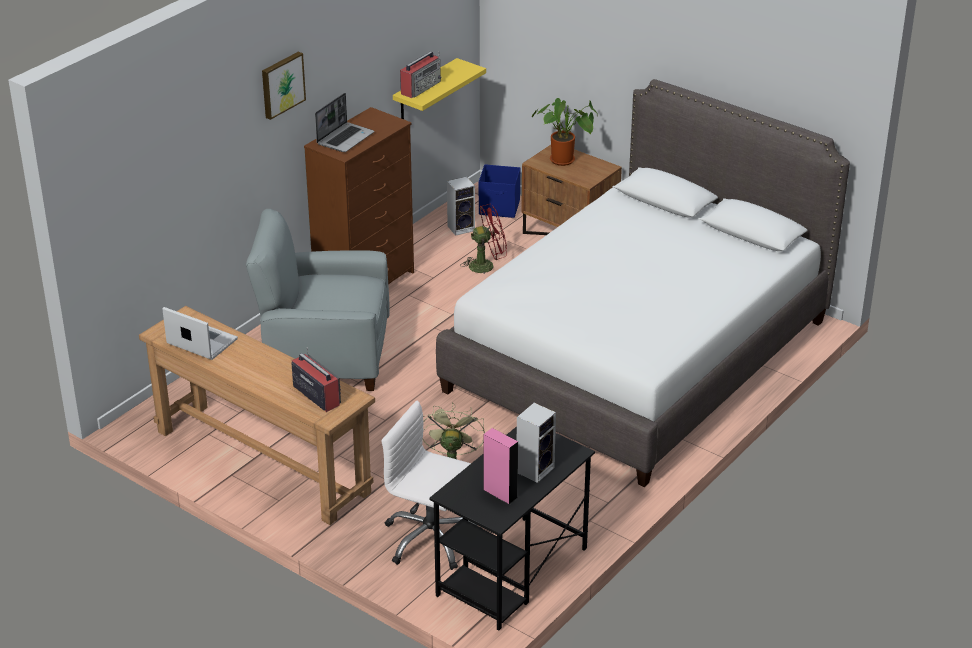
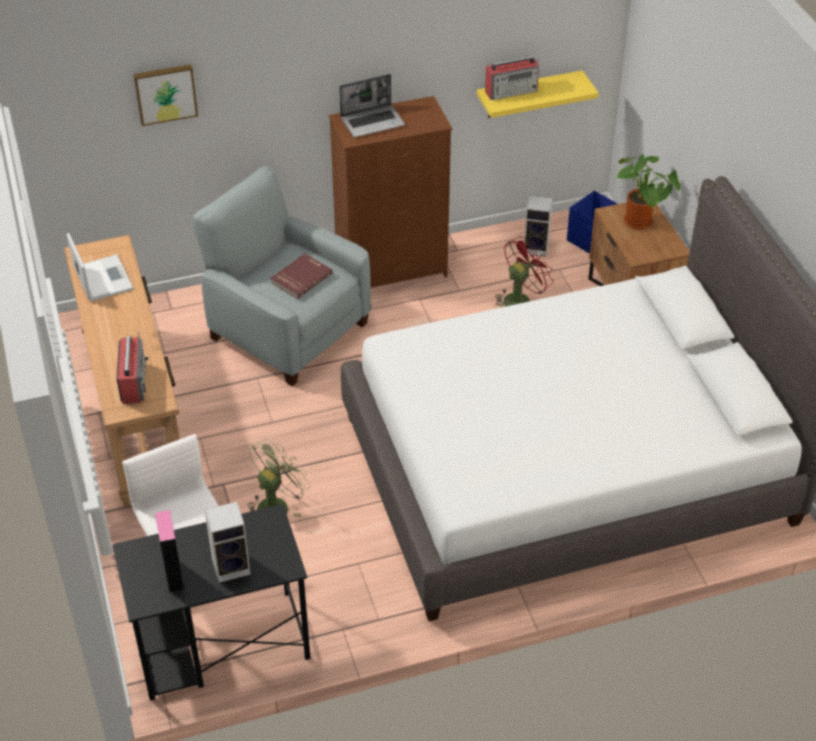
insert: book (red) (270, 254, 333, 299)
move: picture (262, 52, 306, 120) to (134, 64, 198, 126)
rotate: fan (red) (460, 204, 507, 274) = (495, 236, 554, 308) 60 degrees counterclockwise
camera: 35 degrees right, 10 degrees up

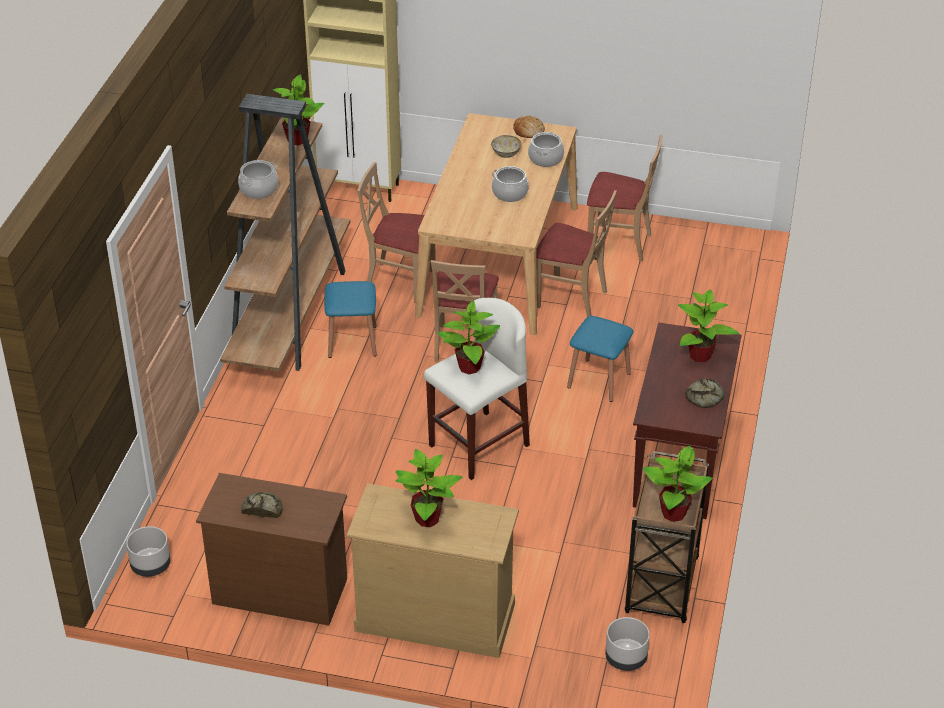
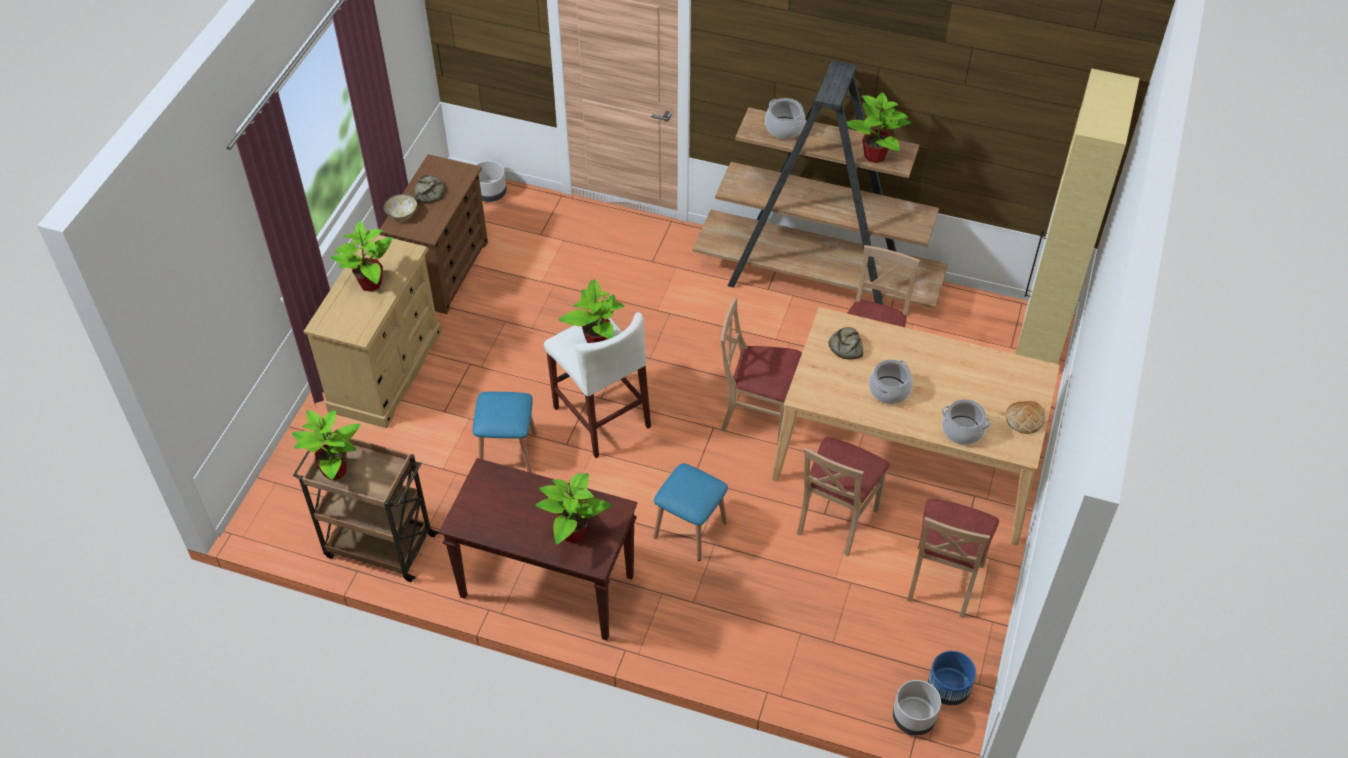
insert: planter (blue) (928, 651, 976, 705)
move: stool (blue) (324, 281, 377, 358) to (473, 392, 537, 473); bowl (491, 135, 522, 158) to (383, 194, 417, 221); planter (grey) (605, 617, 650, 671) to (893, 680, 941, 735); bread (685, 378, 724, 408) to (828, 327, 864, 360)
camera: 95 degrees right, 10 degrees up

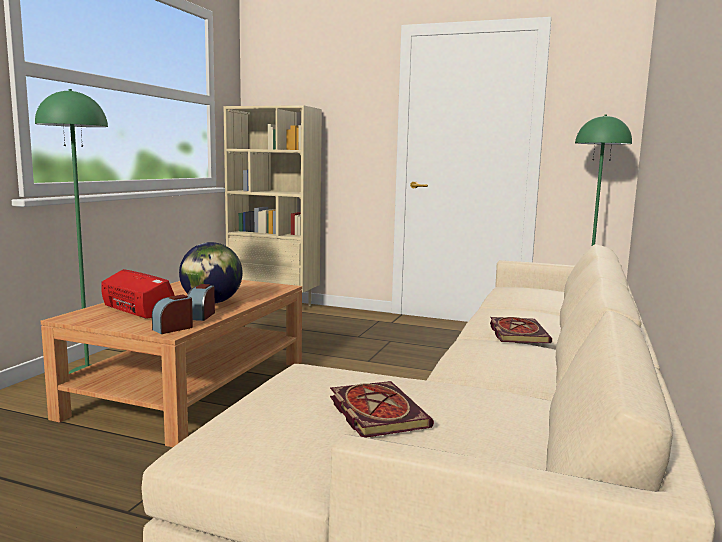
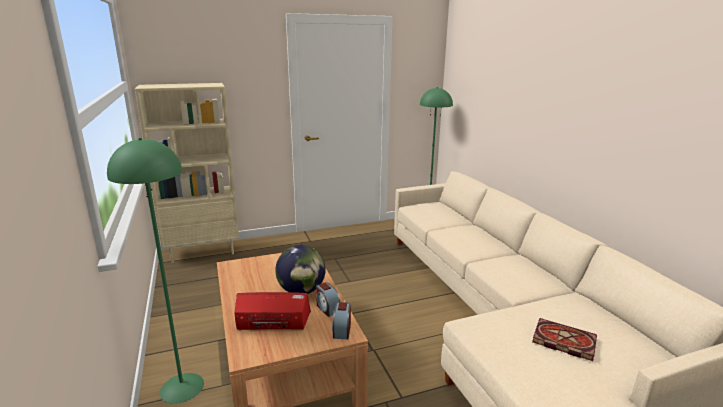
delete: book (490, 317, 552, 343)
camera: 40 degrees left, 10 degrees up

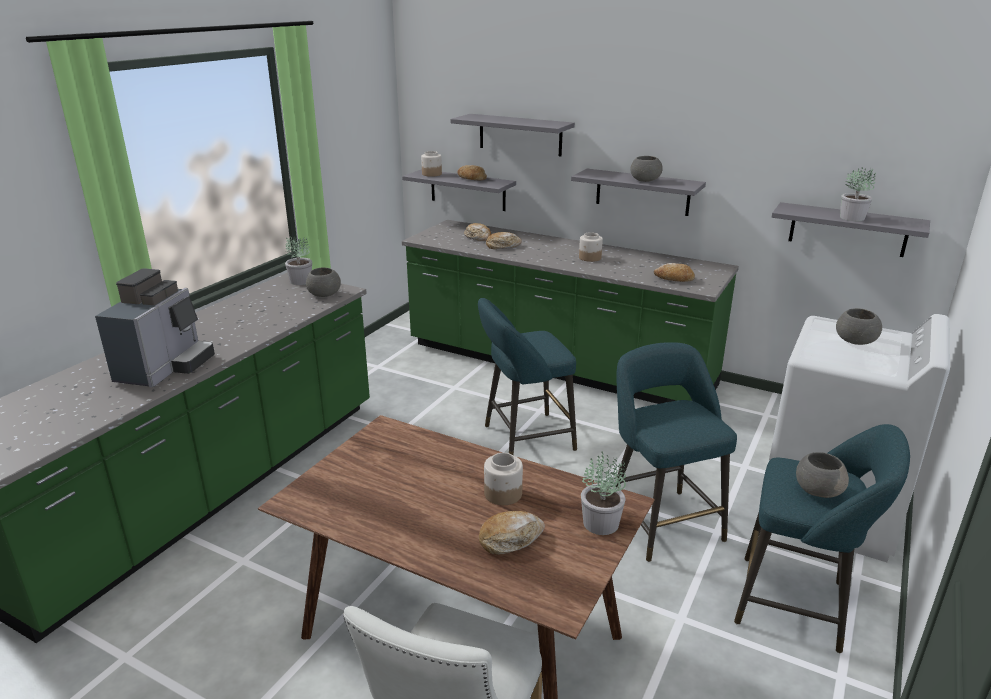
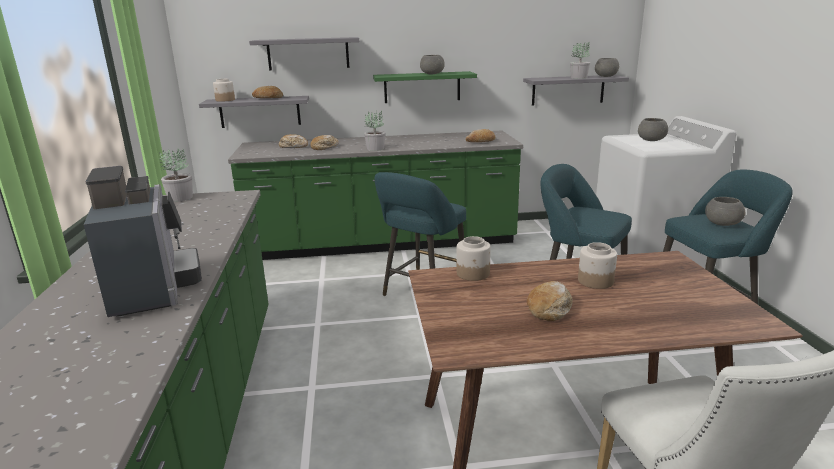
move: bowl (grey) (306, 267, 341, 297) to (595, 58, 619, 77); bread (479, 511, 545, 555) to (527, 281, 573, 321); jar (579, 232, 603, 262) to (457, 236, 491, 281); potted plant (581, 452, 626, 535) to (364, 111, 385, 151)
recolor: shelf (grey) (571, 169, 706, 216) to shelf (green) (373, 71, 477, 103)
camera: 35 degrees left, 5 degrees down

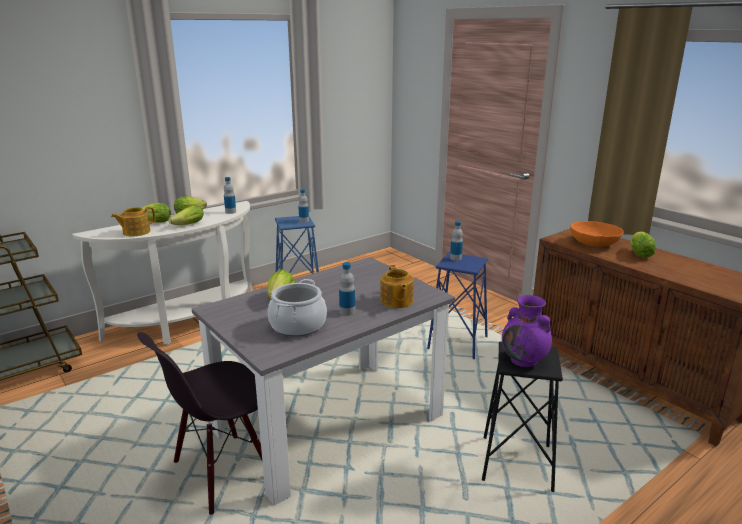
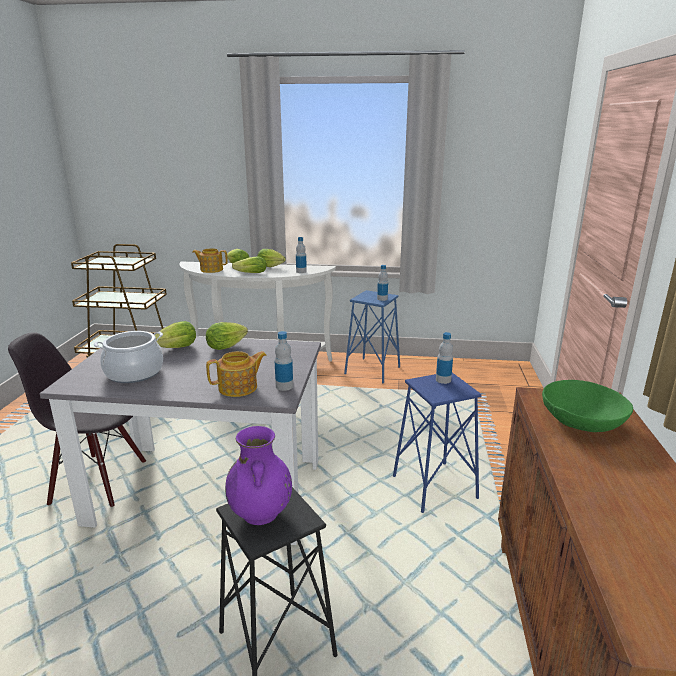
move: bottle (339, 262, 355, 316) to (275, 331, 293, 391); lettuce (630, 232, 656, 258) to (206, 322, 248, 350)
recolor: bowl (orange) (570, 221, 624, 247) to bowl (green) (542, 380, 633, 432)
rotate: teapot (380, 265, 414, 308) = (206, 351, 267, 397) 150 degrees counterclockwise
camera: 45 degrees right, 0 degrees up

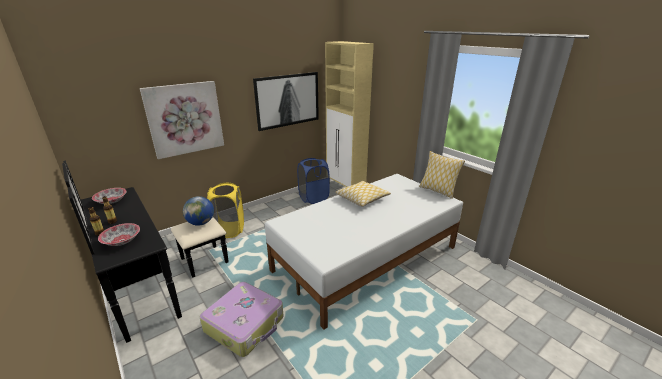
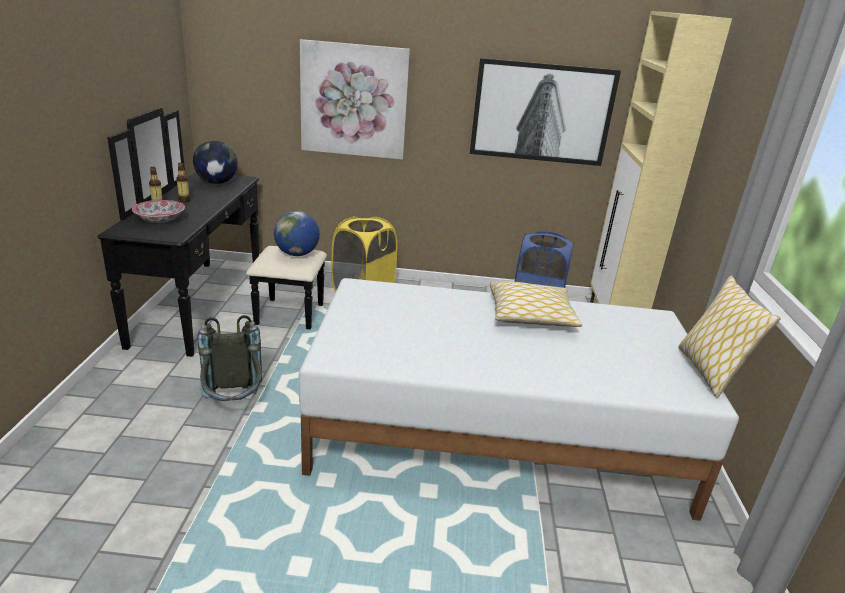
replace: bowl (92, 188, 127, 204) to globe (193, 140, 238, 184); suitcase (200, 282, 284, 357) to backpack (grey) (198, 315, 262, 401)
camera: 40 degrees right, 0 degrees up

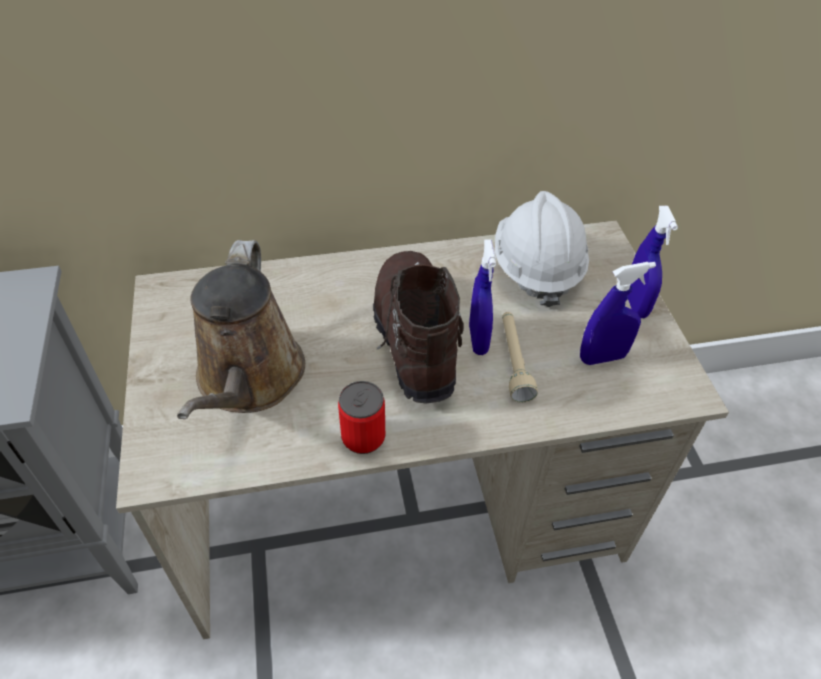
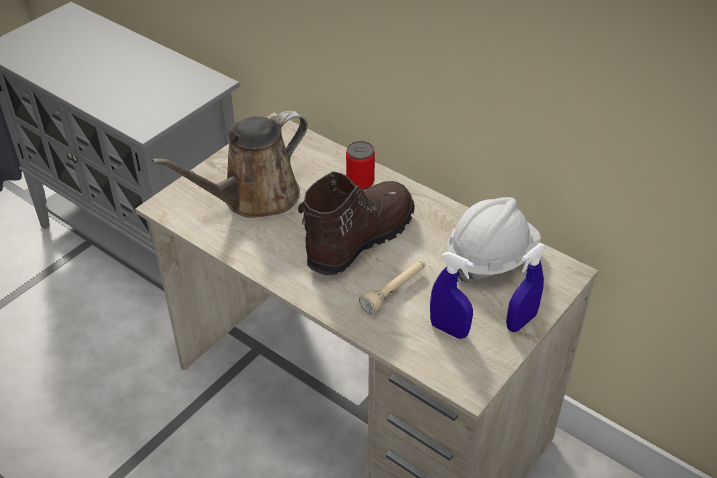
delete: spray bottle (blue) (469, 239, 496, 355)
move: can (338, 381, 385, 454) to (346, 141, 375, 190)
camera: 50 degrees right, 5 degrees down

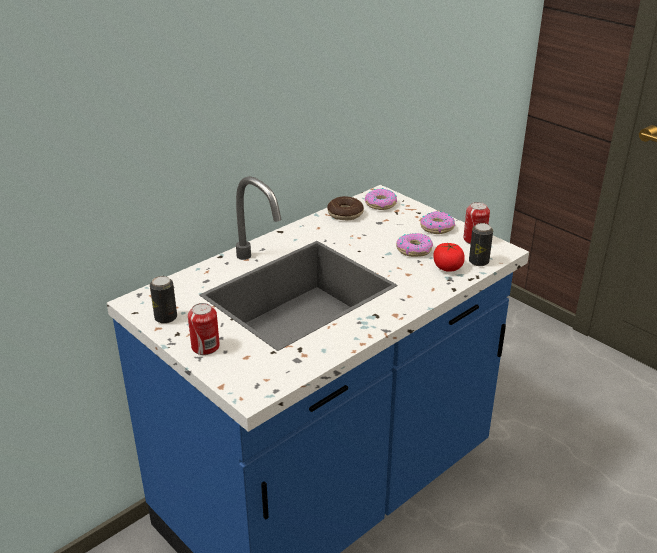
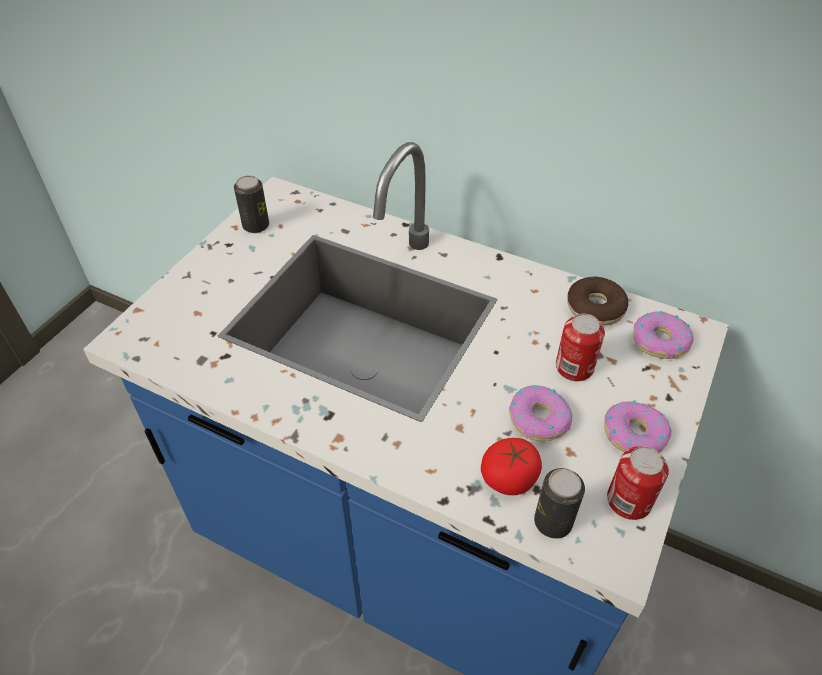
move: can (188, 303, 220, 355) to (556, 314, 605, 381)
camera: 70 degrees right, 15 degrees up

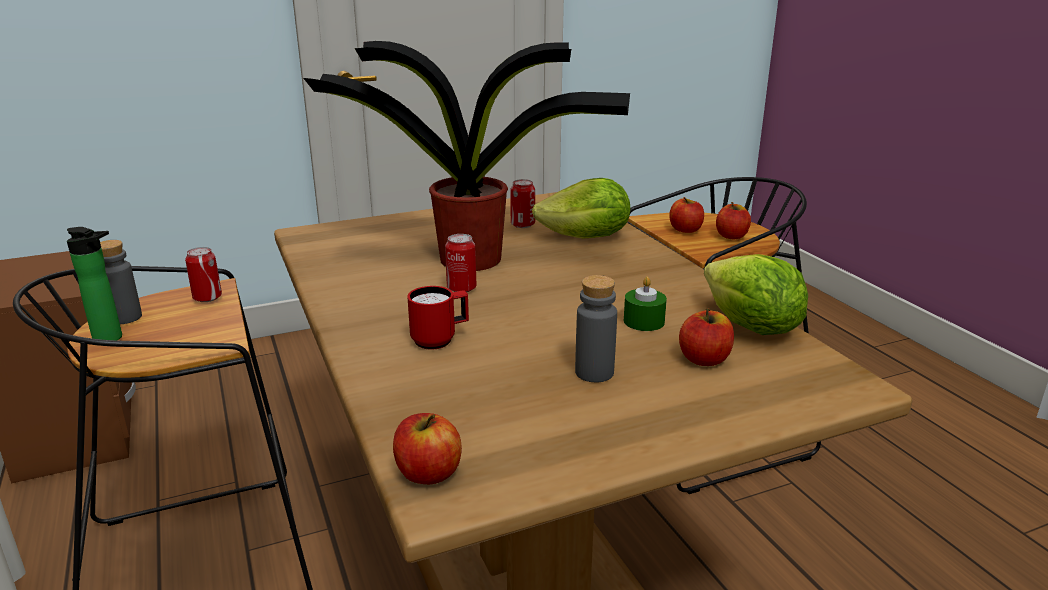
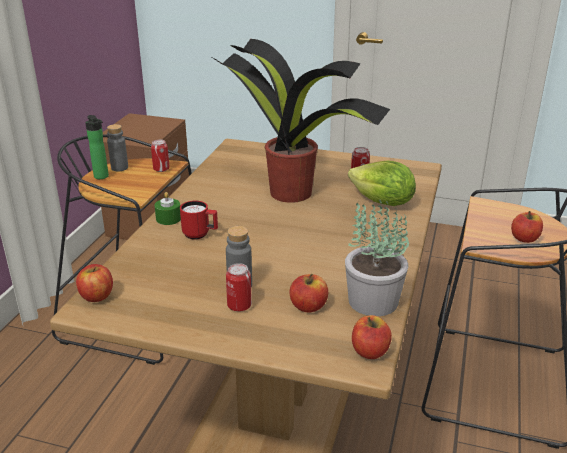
move: can (445, 234, 477, 292) to (226, 263, 252, 312); candle (green) (624, 277, 667, 331) to (154, 192, 181, 225); apple (669, 197, 704, 233) to (352, 315, 392, 359)
replace: lettuce (704, 254, 808, 335) to potted plant (345, 200, 409, 316)
camera: 40 degrees right, 5 degrees up

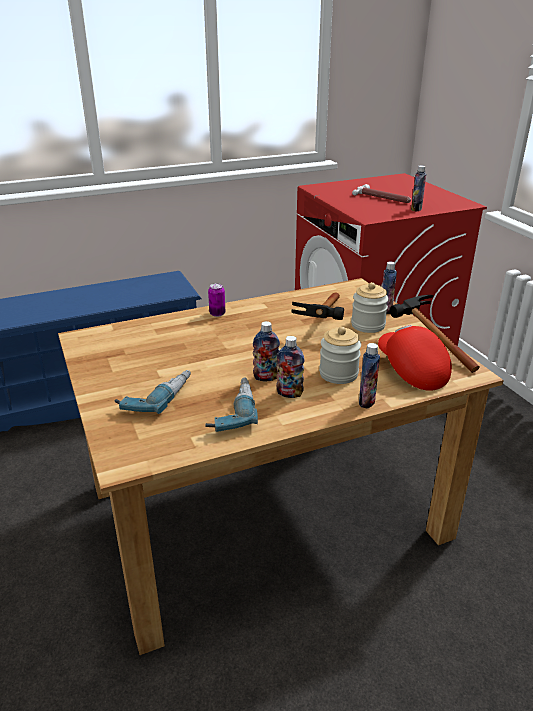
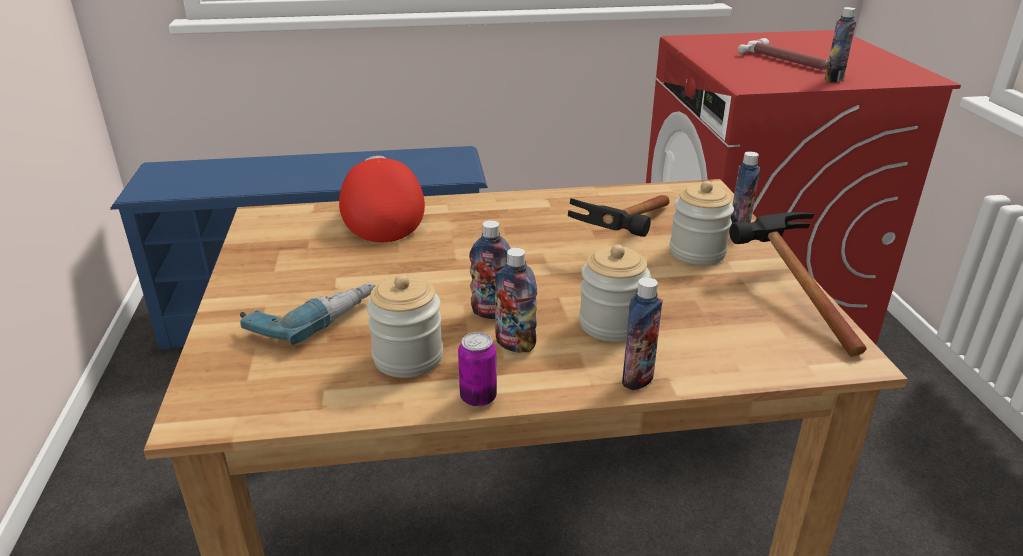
move: can (208, 283, 225, 317) to (458, 332, 497, 407); cap (red) (378, 325, 452, 391) to (339, 156, 425, 242)
replace: power drill (205, 378, 258, 432) to jar (367, 274, 443, 378)
camera: 15 degrees right, 0 degrees up

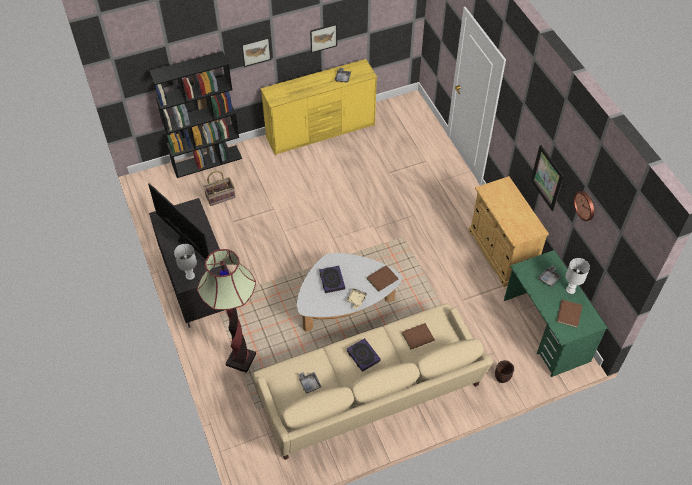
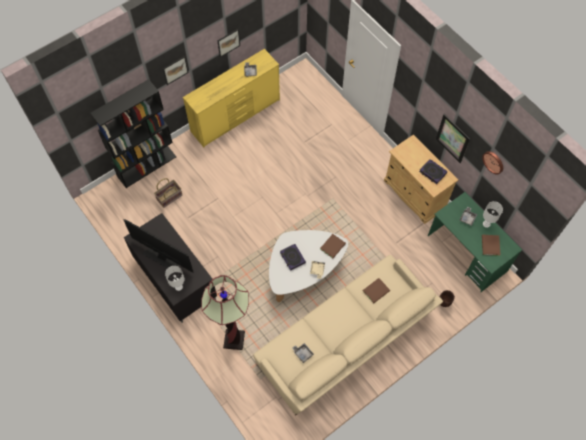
move: book (347, 338, 381, 372) to (419, 159, 448, 184)
camera: 15 degrees left, 10 degrees up

